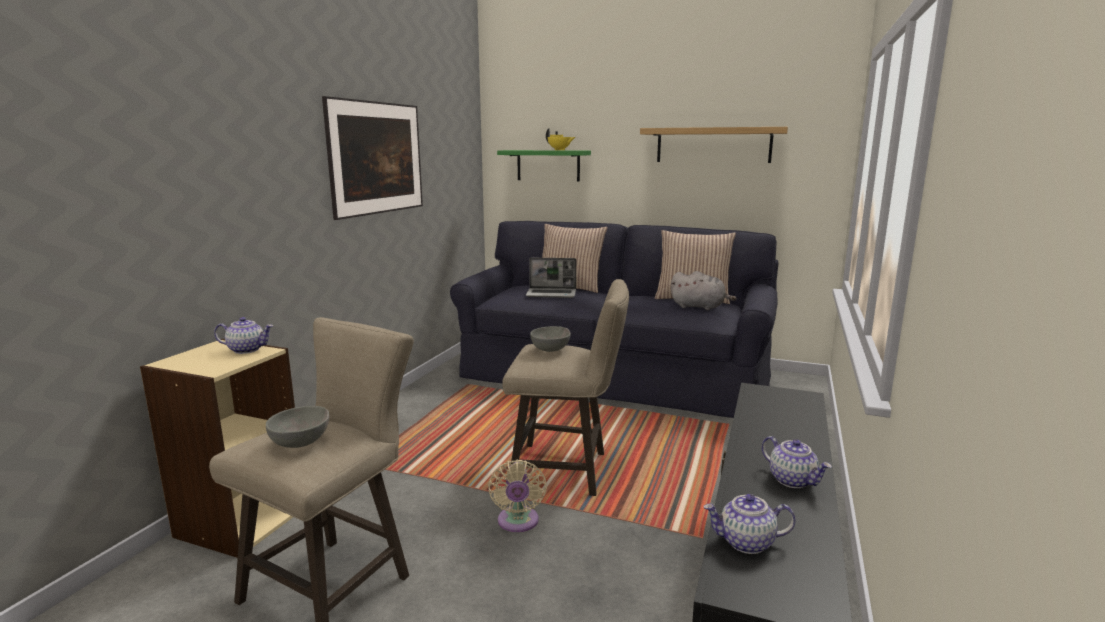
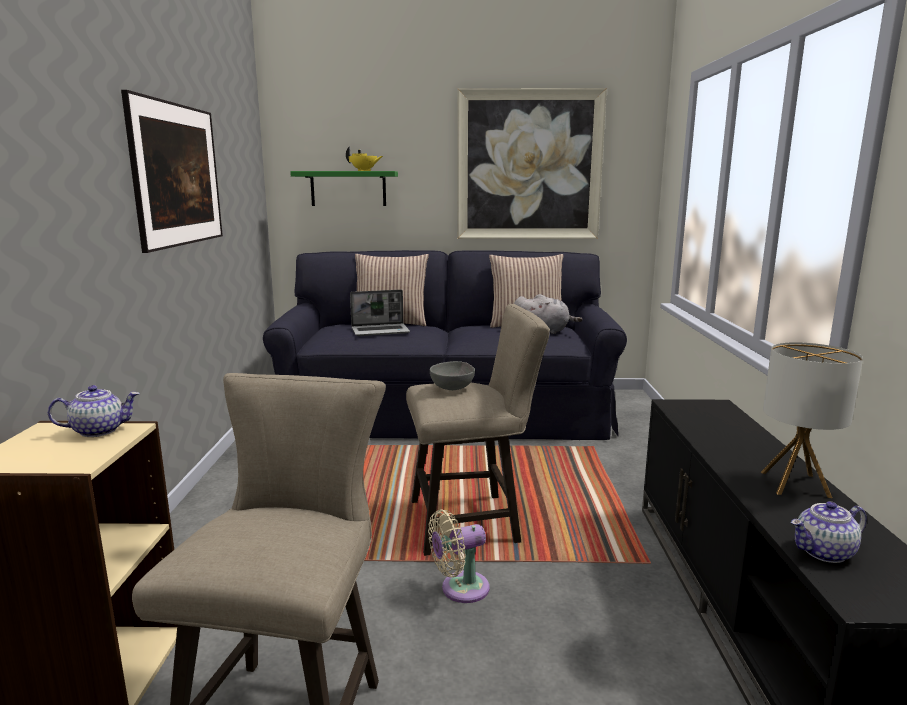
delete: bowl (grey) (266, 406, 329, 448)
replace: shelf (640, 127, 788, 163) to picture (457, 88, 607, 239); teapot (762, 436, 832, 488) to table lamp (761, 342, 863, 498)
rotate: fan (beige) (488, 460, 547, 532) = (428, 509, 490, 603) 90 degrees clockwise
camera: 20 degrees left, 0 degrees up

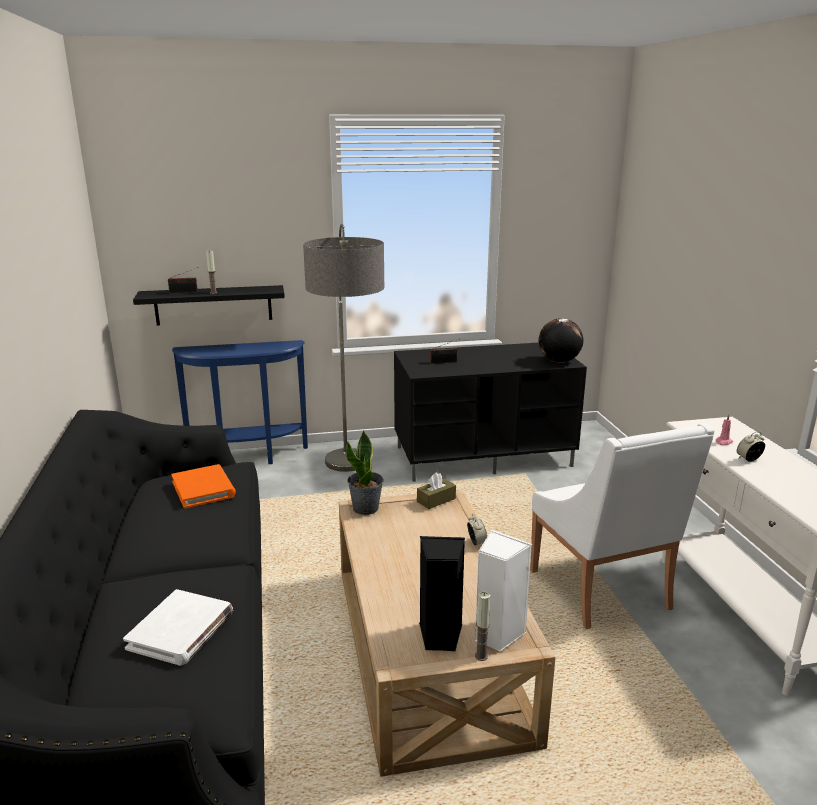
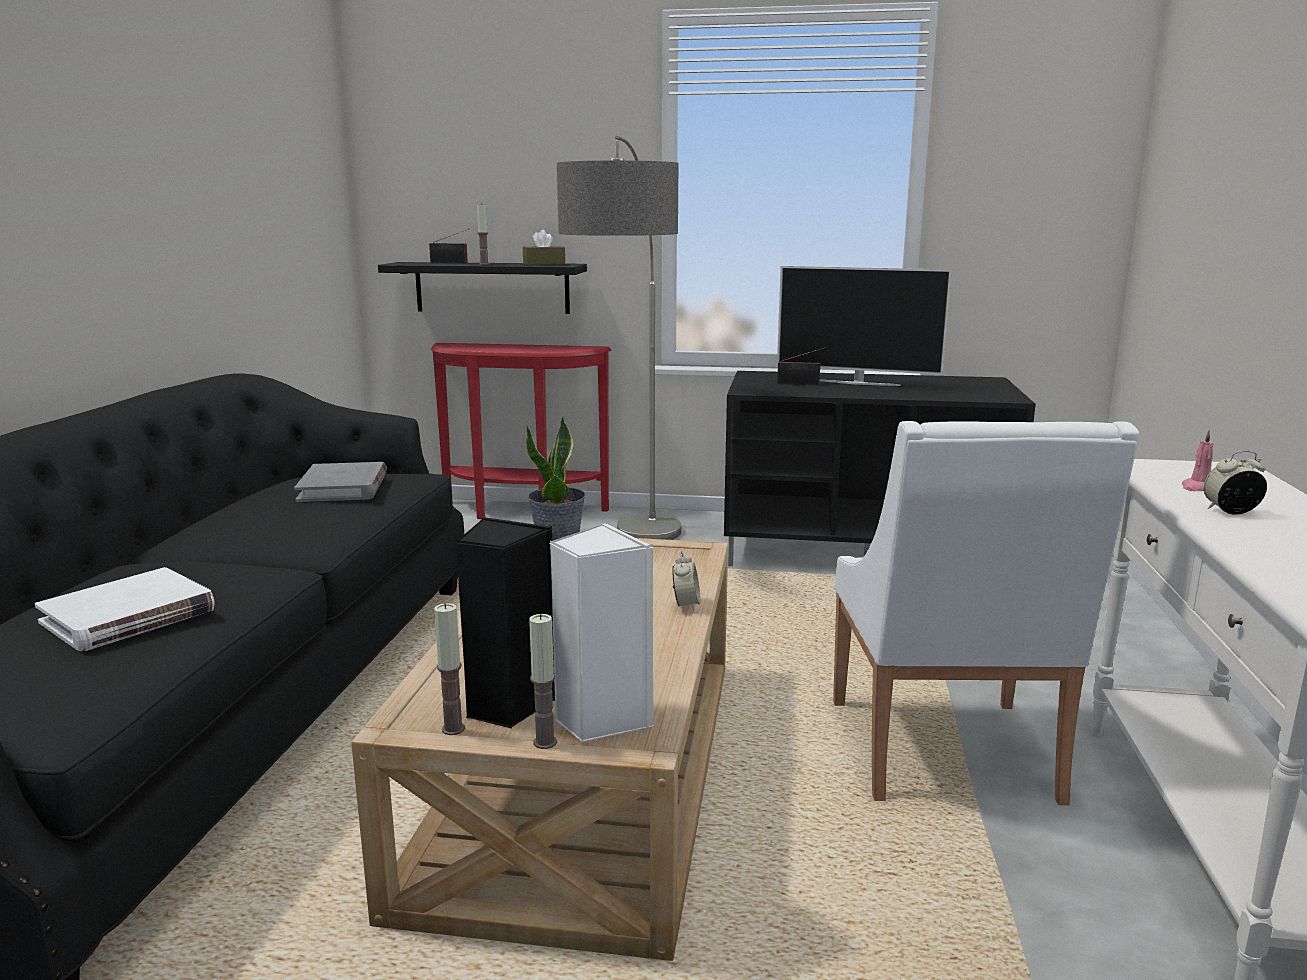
delete: globe (538, 318, 584, 363)
insert: candle (434, 603, 465, 735); television (777, 266, 952, 386)
move: tissue box (brown) (417, 472, 456, 509) to (523, 230, 565, 265)
recolor: book (orange) (171, 464, 236, 509) to book (grey) (294, 462, 387, 502); console table (blue) (172, 340, 308, 464) to console table (red) (431, 343, 611, 519)
camera: 20 degrees right, 5 degrees down

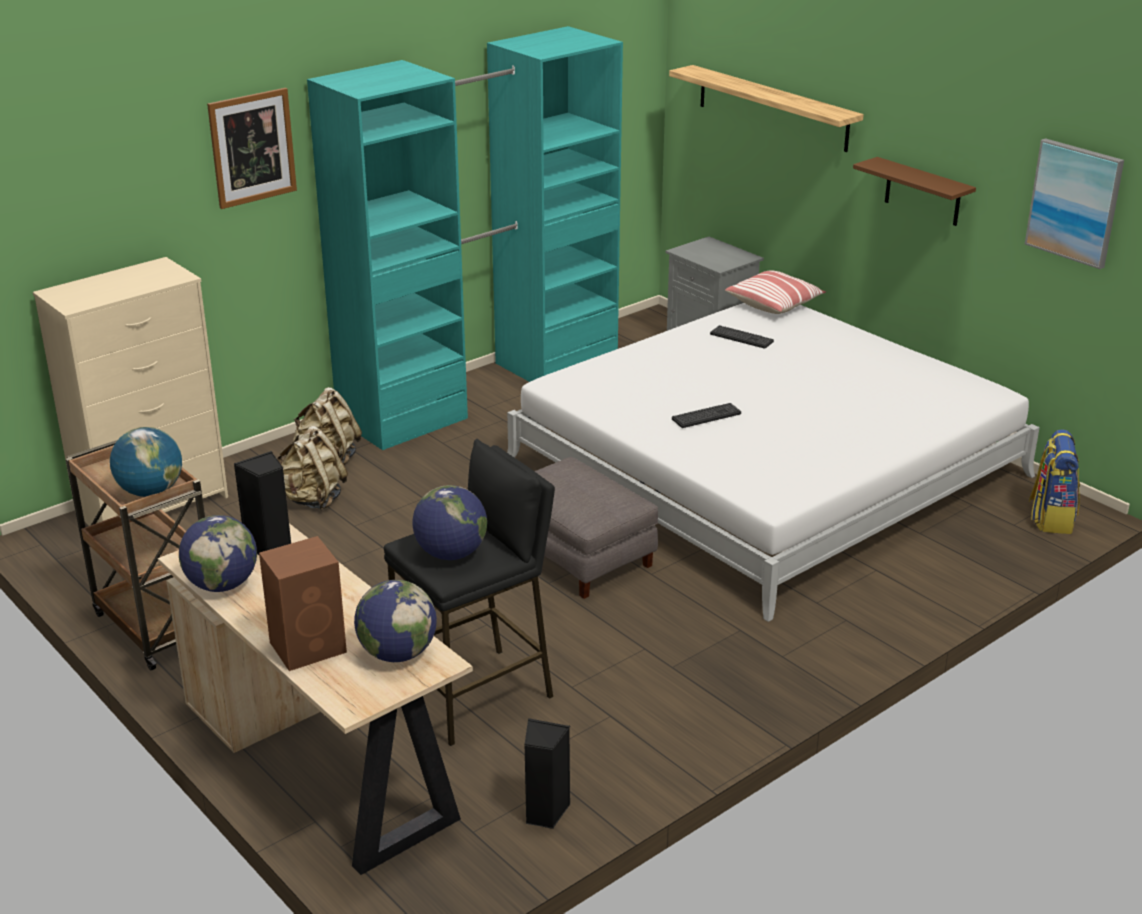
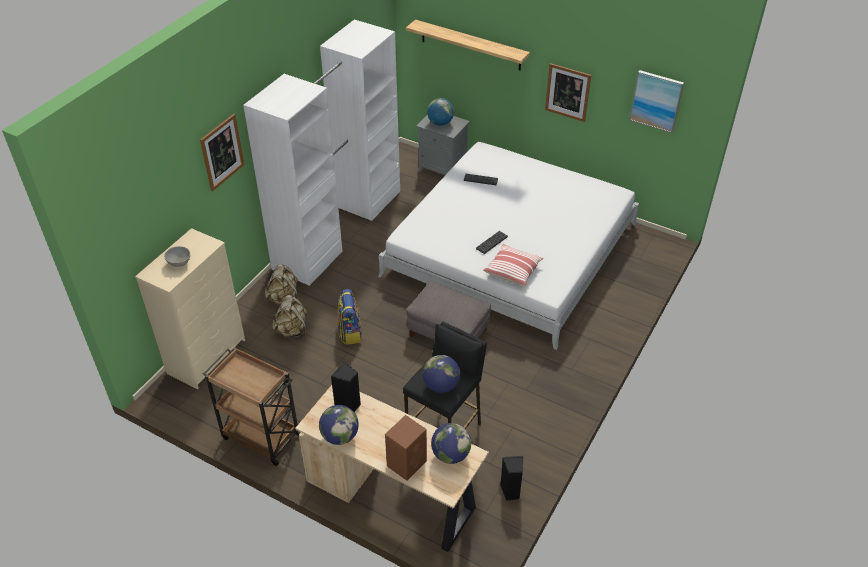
insert: bowl (grey) (164, 246, 190, 267)
move: globe (110, 427, 182, 497) to (427, 98, 454, 126); pillow (725, 270, 826, 314) to (483, 244, 543, 286); backpack (1029, 429, 1080, 534) to (338, 289, 362, 345)
replace: shelf (brown) (853, 157, 976, 226) to picture (545, 63, 591, 122)
recolor: wardrobe (turquoise) (307, 26, 623, 450) to wardrobe (white) (243, 19, 400, 286)
camera: 20 degrees left, 15 degrees up

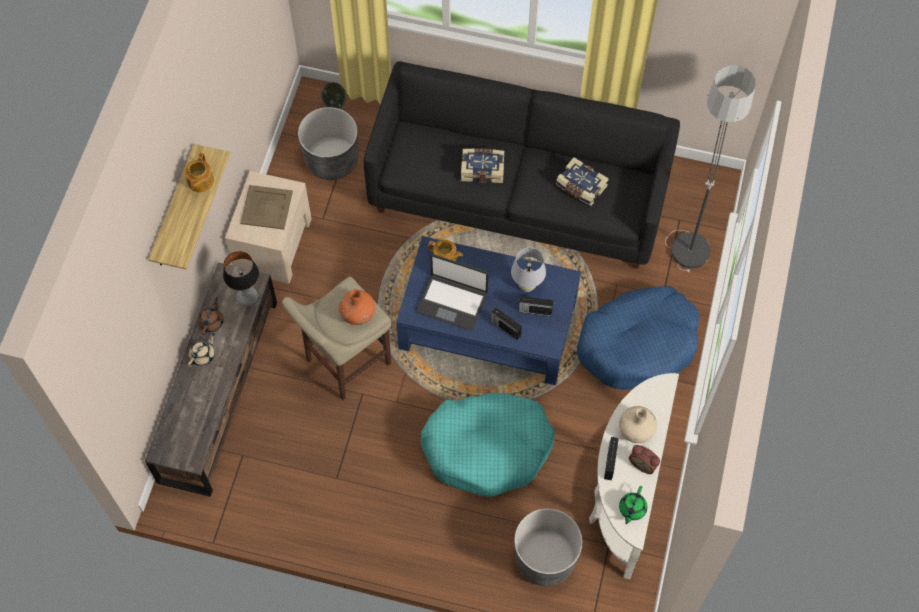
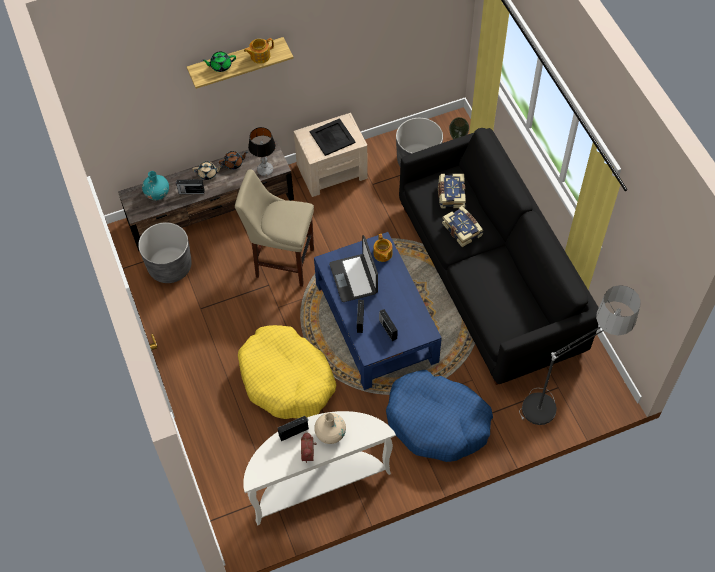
delete: vase (orange) (339, 289, 375, 325); table lamp (white) (511, 247, 546, 292)
insert: vase (turquoise) (142, 171, 169, 200); radio (176, 179, 204, 194)
move: planter (grey) (514, 508, 582, 586) to (138, 222, 192, 283); book (556, 157, 609, 206) to (438, 174, 466, 208); teapot (green) (619, 486, 647, 525) to (202, 51, 236, 72)
recolor: tray (beige) (240, 185, 293, 230) to tray (black) (310, 118, 356, 156); dog bed (turquoise) (421, 393, 555, 497) to dog bed (yellow) (238, 325, 336, 419)
camera: 55 degrees right, 5 degrees down

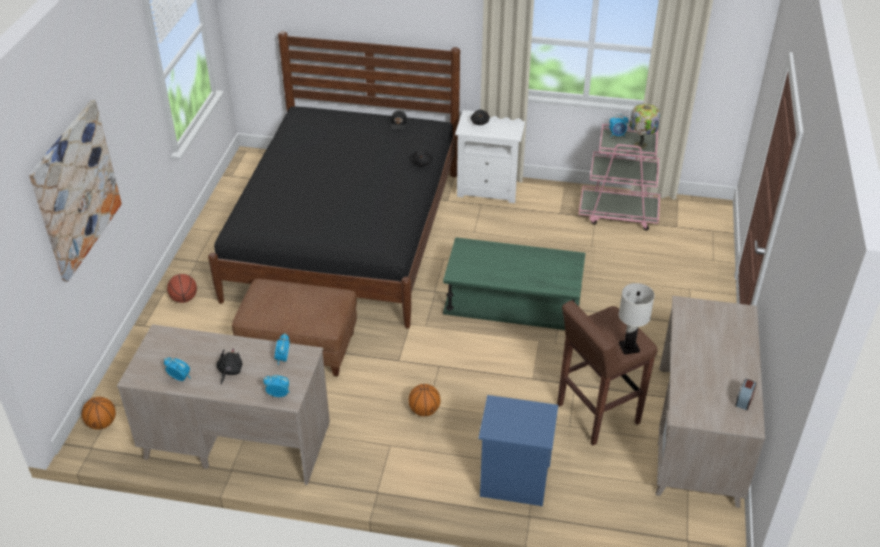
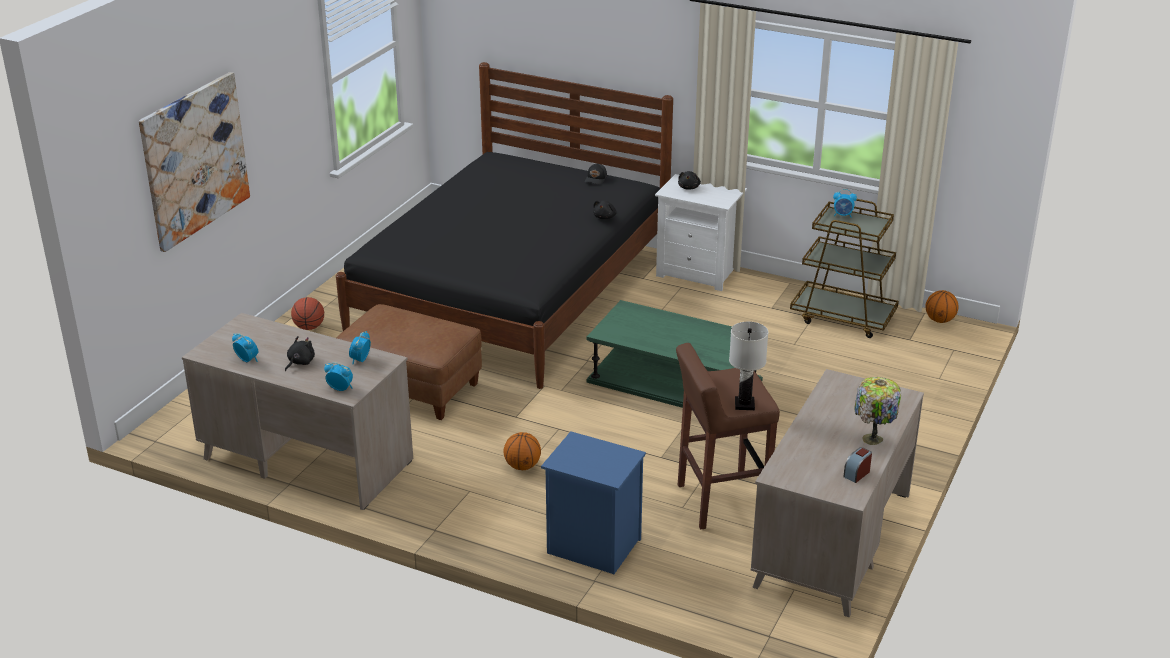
move: basketball (82, 397, 116, 430) to (925, 290, 959, 323); table lamp (629, 104, 660, 149) to (854, 377, 901, 445)
recolor: cart (pink) (579, 120, 660, 230) to cart (brown) (790, 199, 899, 338)
camera: 15 degrees right, 10 degrees down

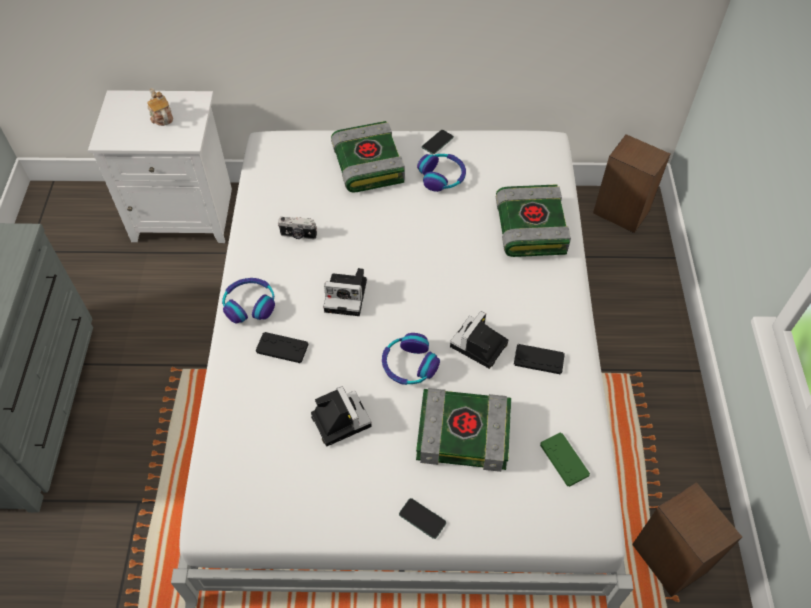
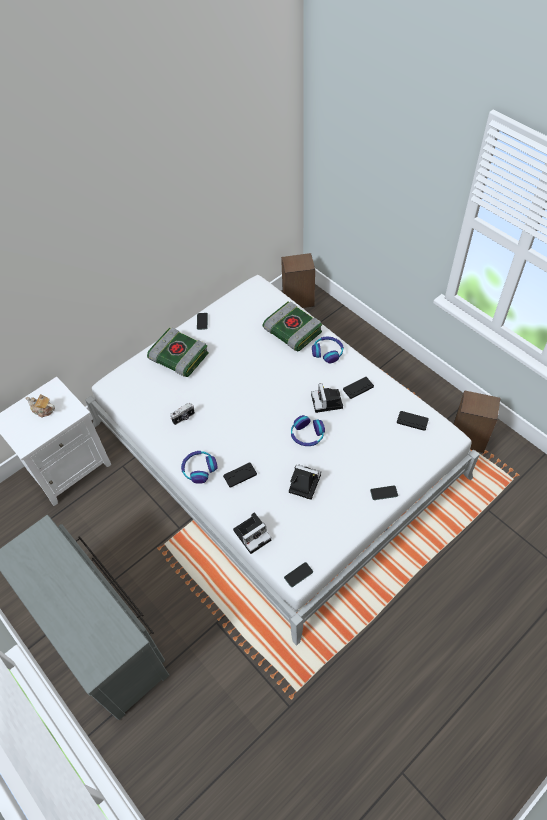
delete: book (416, 388, 511, 472)
insert: phone (284, 562, 313, 587)
move: photo camera (323, 268, 367, 316) to (233, 512, 271, 554); headphones (417, 154, 466, 192) to (312, 337, 344, 363)
recolor: game controller (green) (540, 432, 590, 487) to game controller (black) (397, 411, 429, 431)
camera: 40 degrees left, 0 degrees up

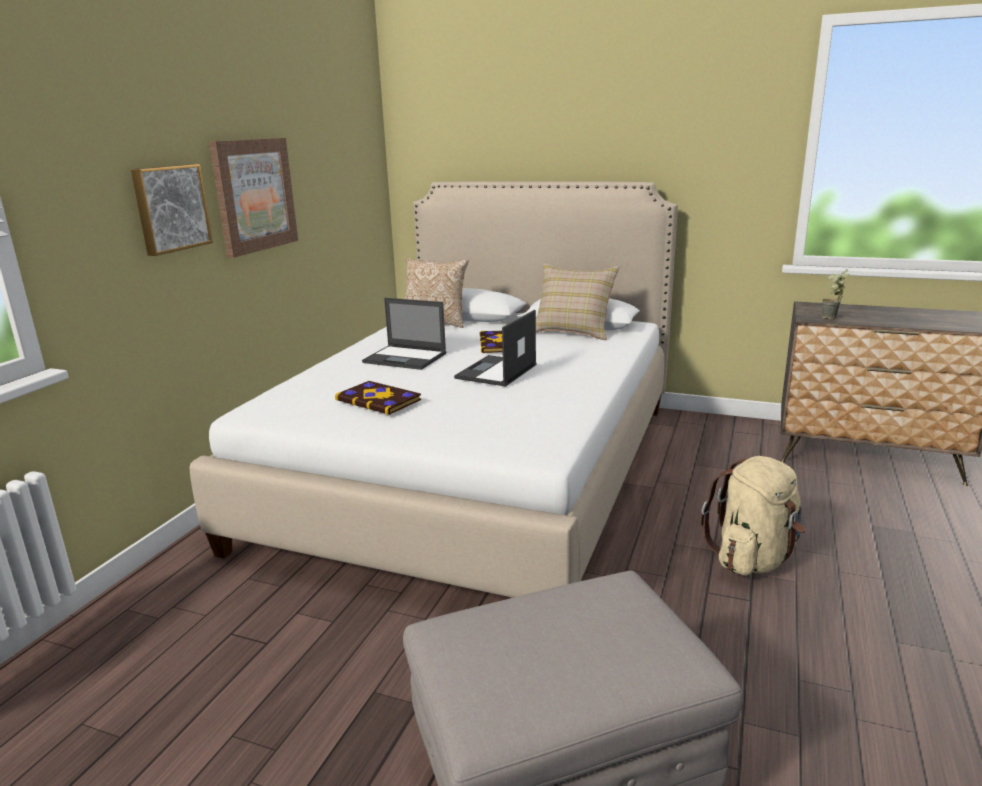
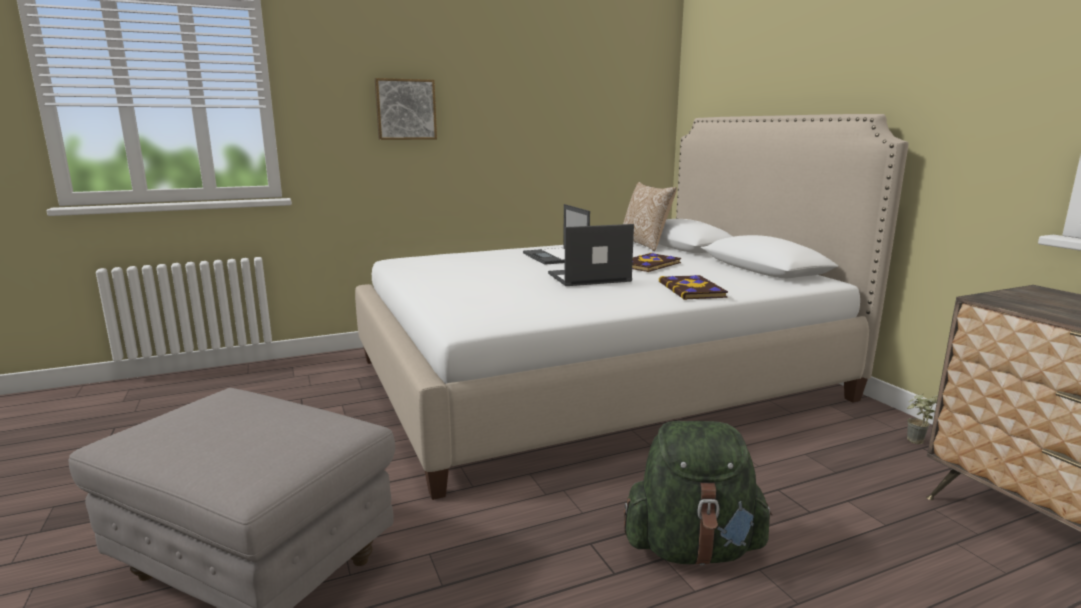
delete: picture (209, 138, 298, 258); pillow (beige) (536, 263, 619, 340)
move: book (335, 381, 421, 415) to (659, 275, 728, 300); potted plant (822, 269, 850, 320) to (907, 394, 938, 444)
recolor: backpack (beige) (700, 456, 806, 575) to backpack (green) (624, 421, 772, 566)
camera: 45 degrees right, 5 degrees down

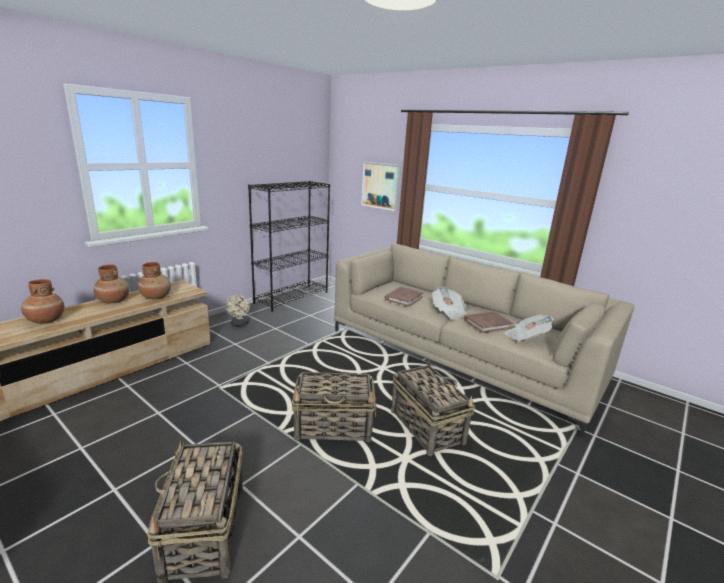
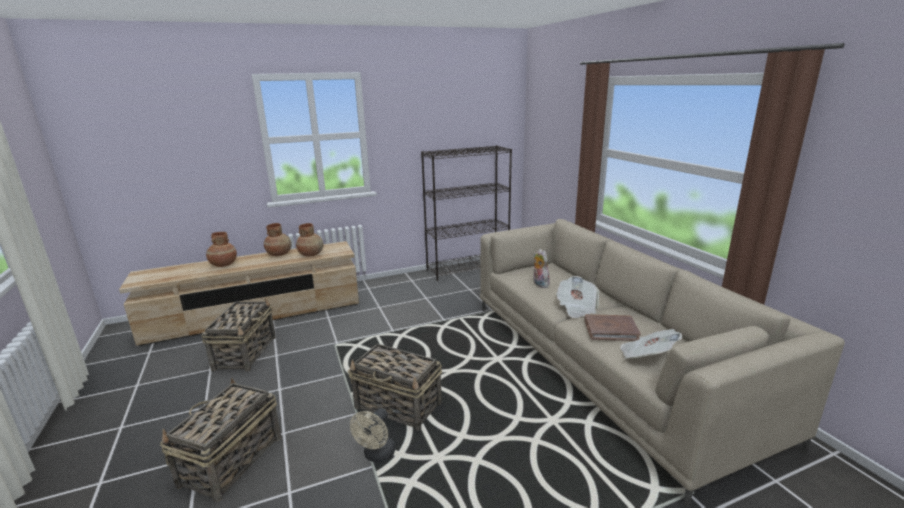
delete: picture (361, 162, 401, 211)
move: fan (beige) (226, 295, 250, 326) to (350, 408, 395, 463); basket (391, 360, 476, 456) to (201, 298, 276, 371)
replace: book (brown) (385, 287, 423, 307) to plush toy (533, 249, 550, 288)
camera: 30 degrees right, 0 degrees up

